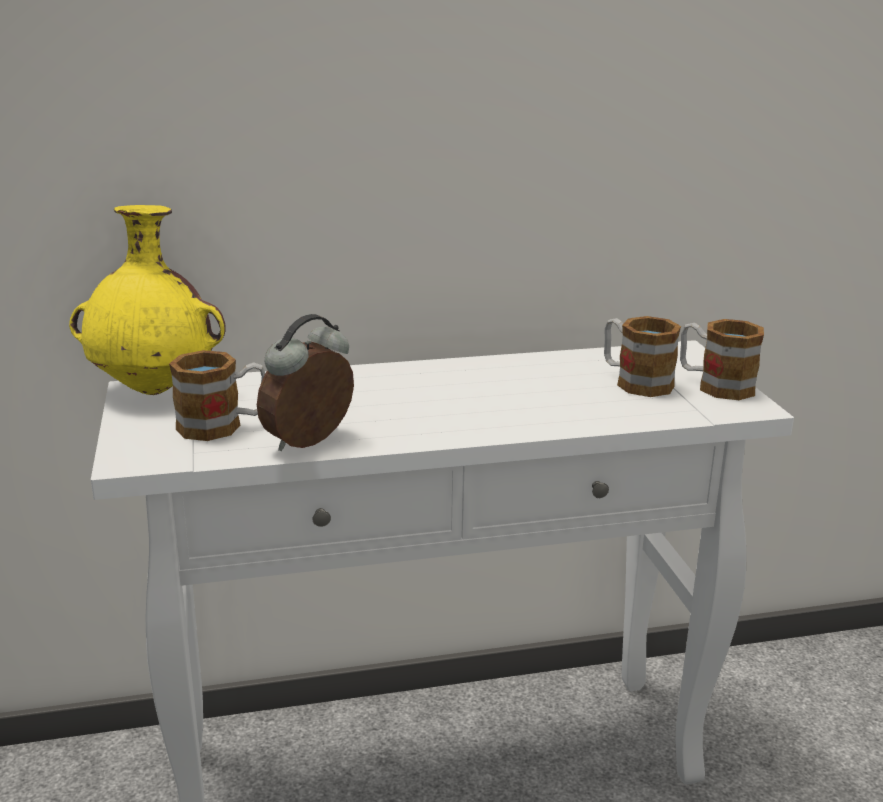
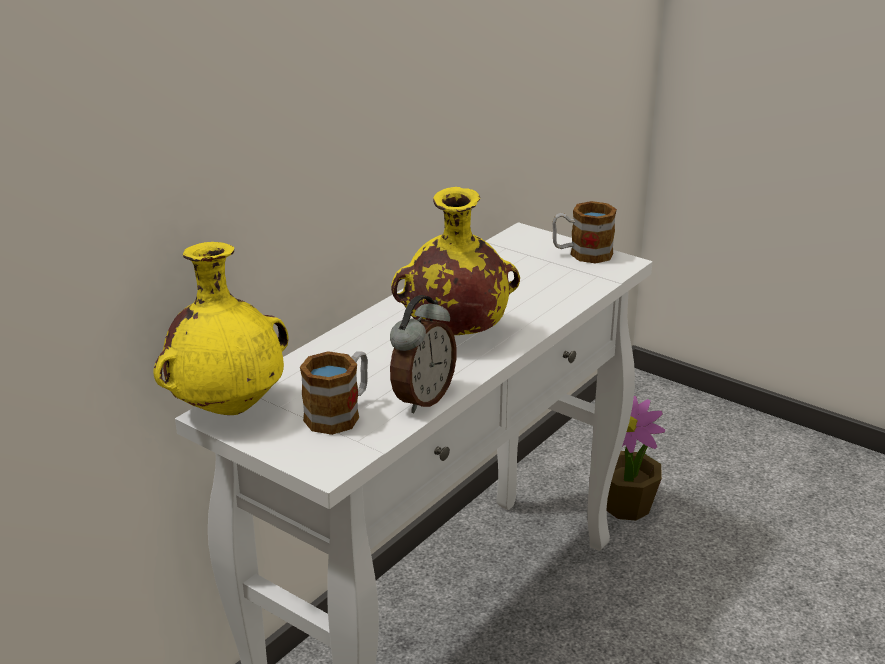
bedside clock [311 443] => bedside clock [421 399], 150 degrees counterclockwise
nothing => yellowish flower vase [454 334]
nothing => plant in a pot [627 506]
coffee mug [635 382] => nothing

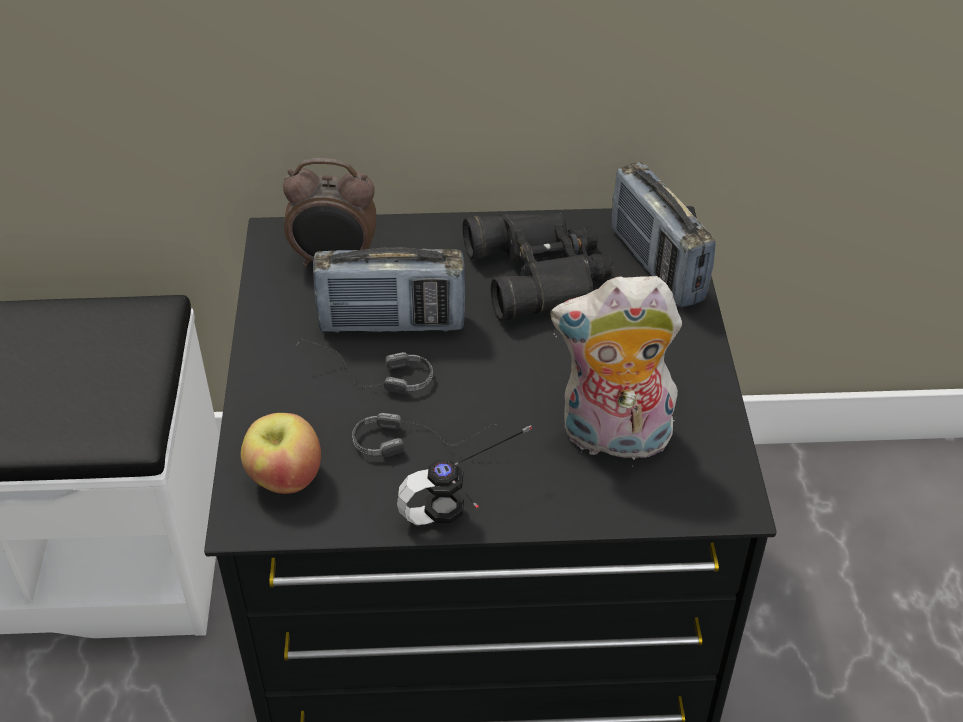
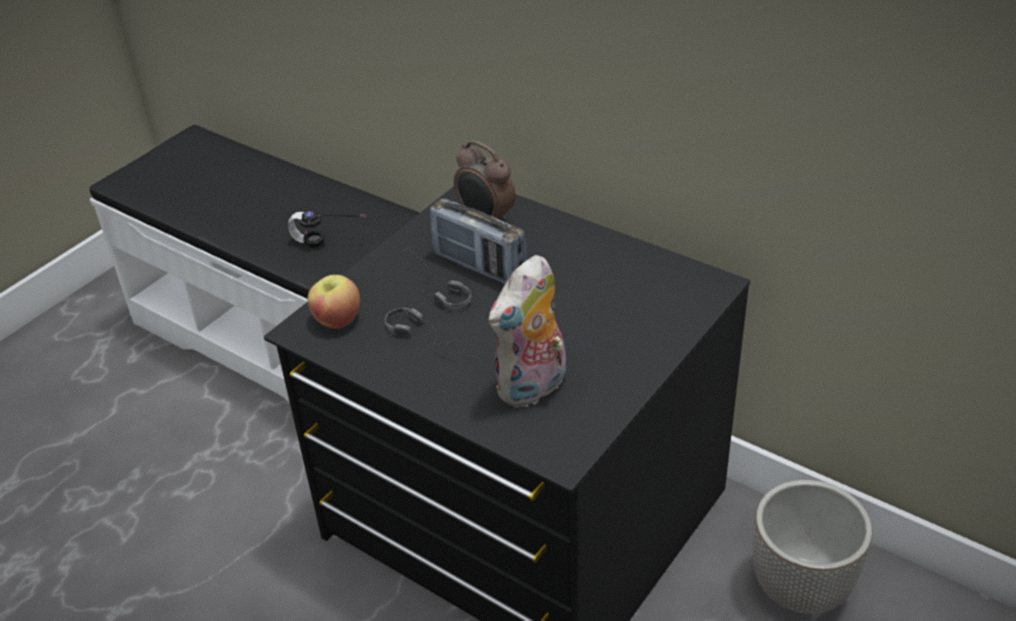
headphones [473 515] => headphones [325 250], relocated
soft toy [613 439] => soft toy [533 388], 90 degrees counterclockwise
nothing => planter [799 587]
black binoculars [541 272] => nothing
radio set [656 265] => nothing

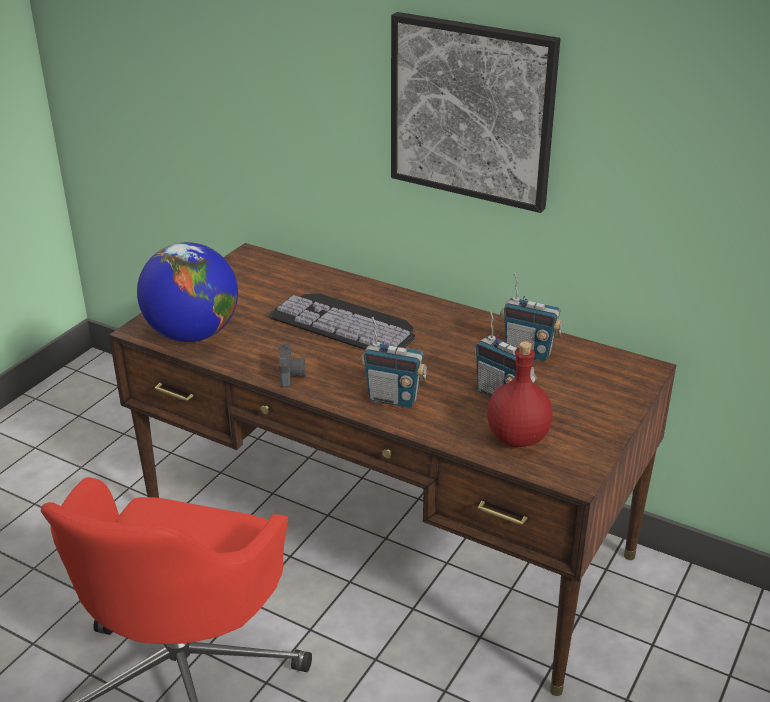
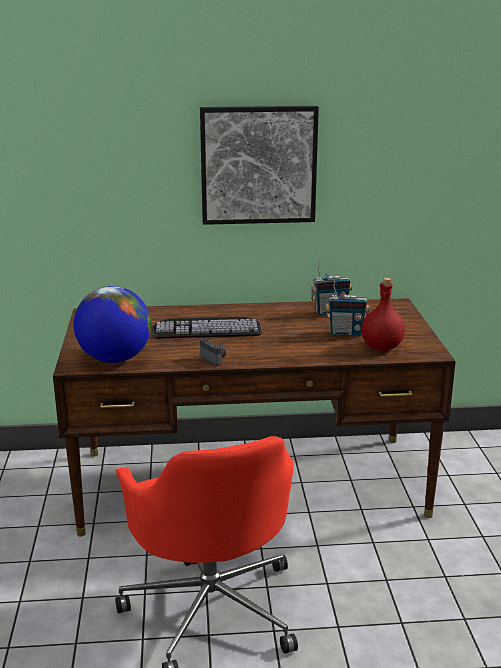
radio set [393 398] => nothing

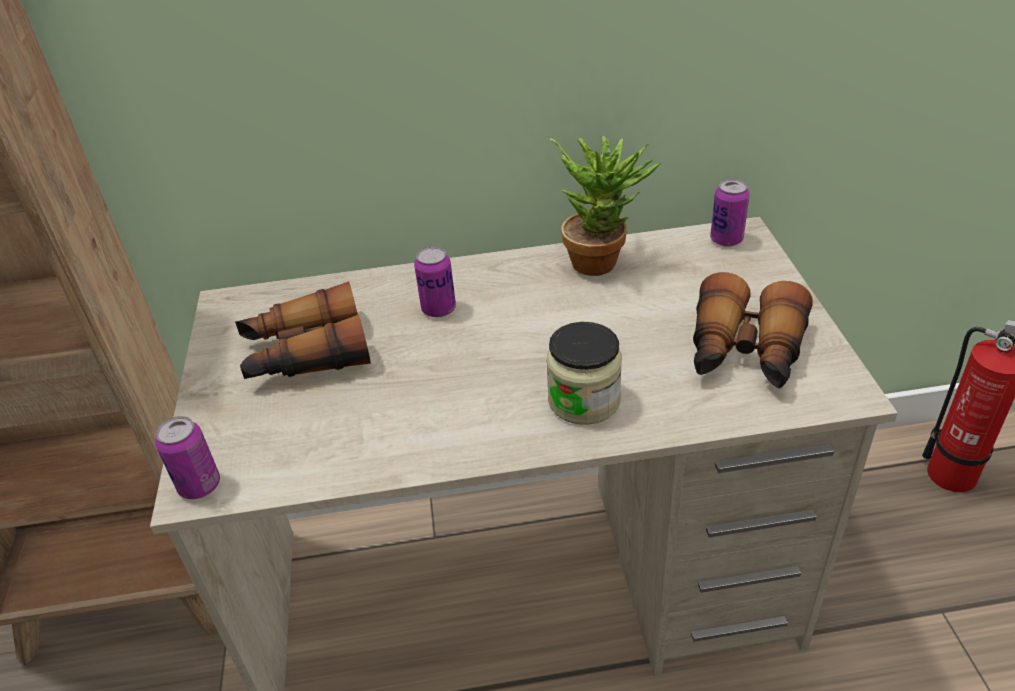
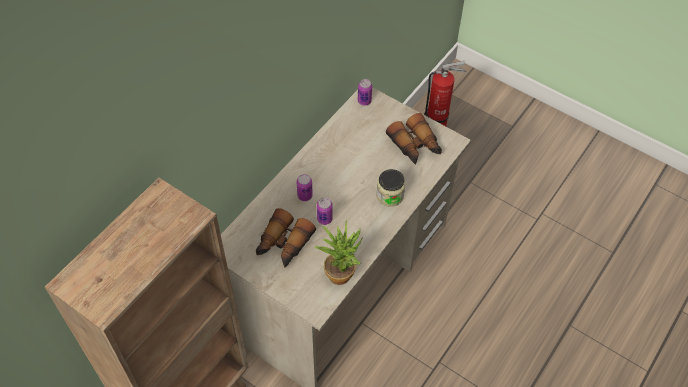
plant in a pot [602 260] => plant in a pot [340 271], relocated
metal can [199 485] => metal can [324 219], relocated

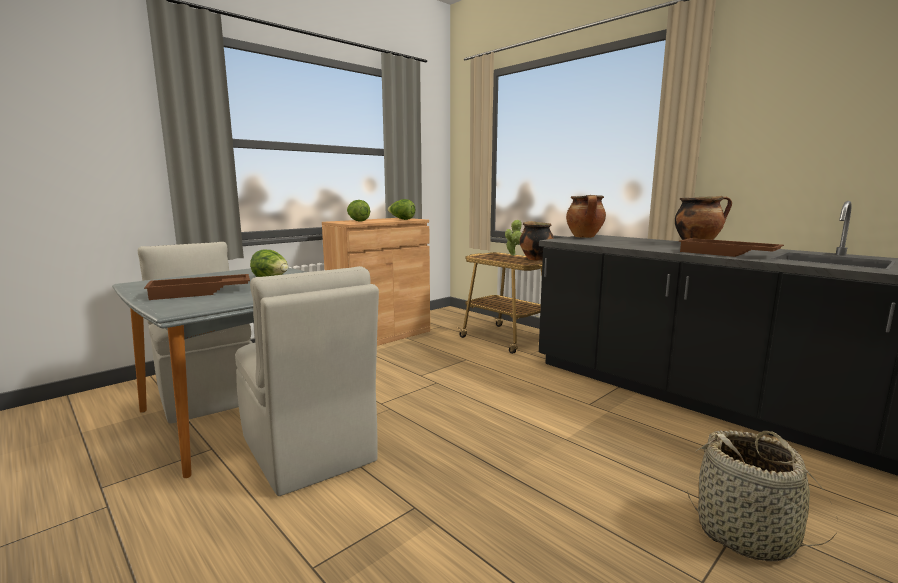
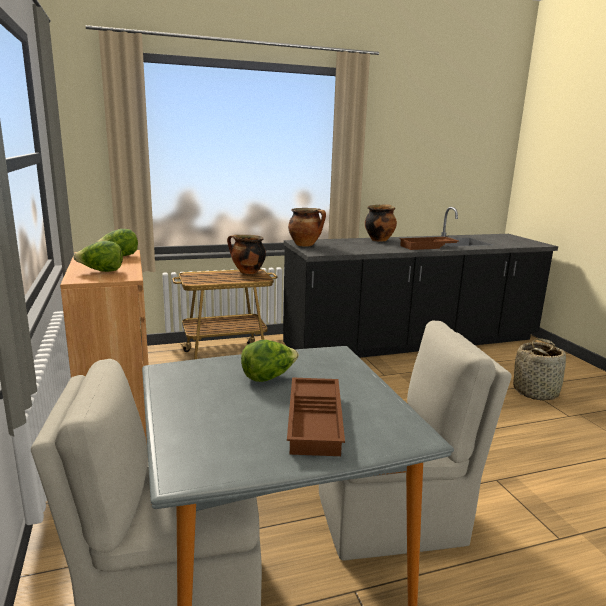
plant in a pot [513 254] => nothing

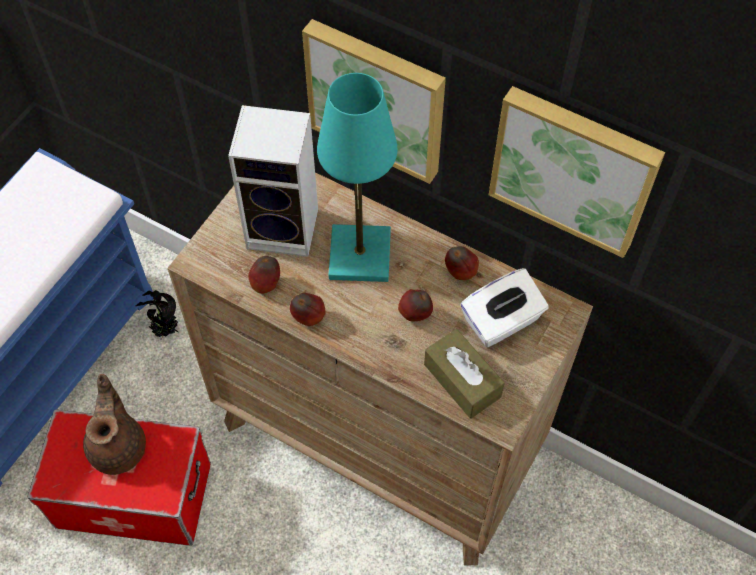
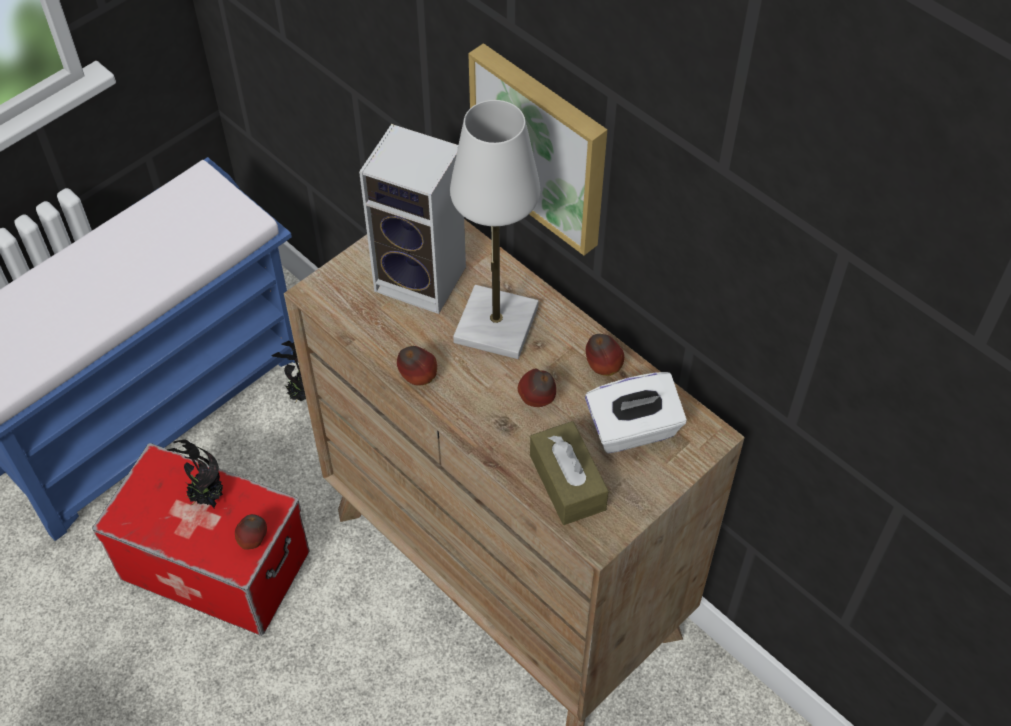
brown-coloured tea pot [119 445] => plant in a pot [205 497]
apple [266 284] => apple [254 540], relocated
turquoise lamp for a table [360 255] => white-coloured lamp for a table [496 325]
wall art [574 168] => nothing

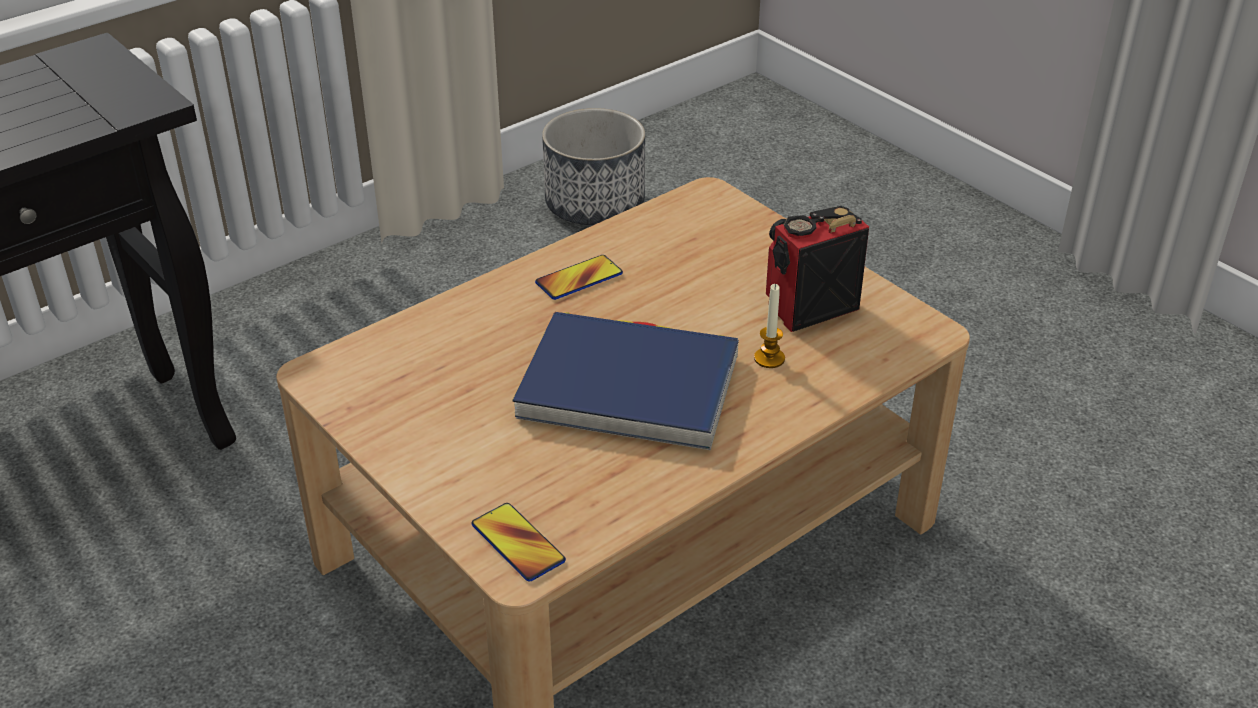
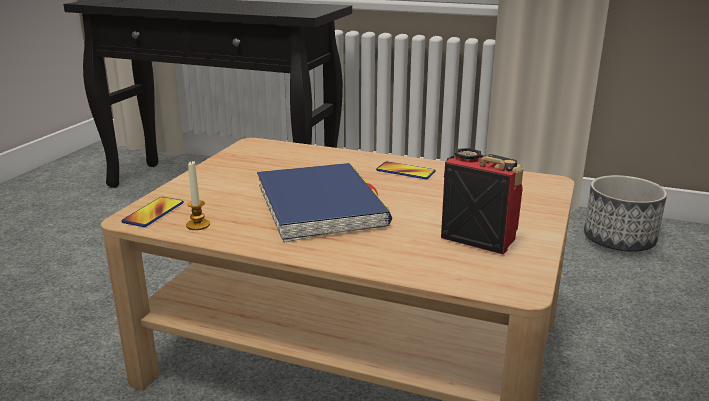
wax candle [769 358] => wax candle [198 225], relocated

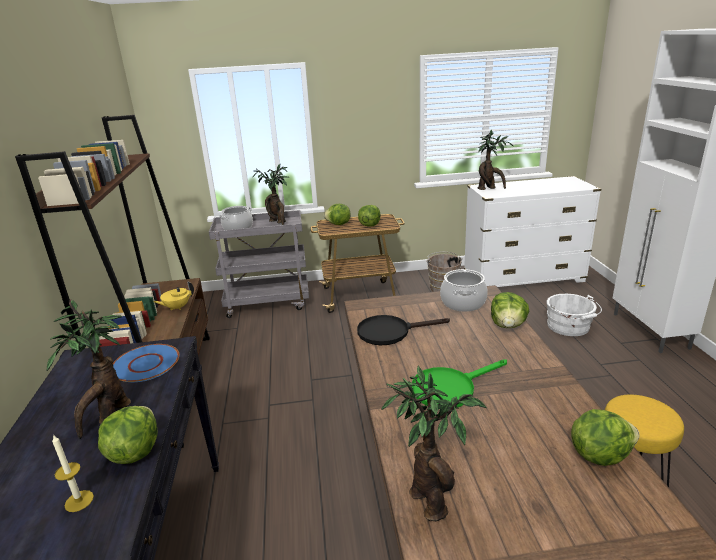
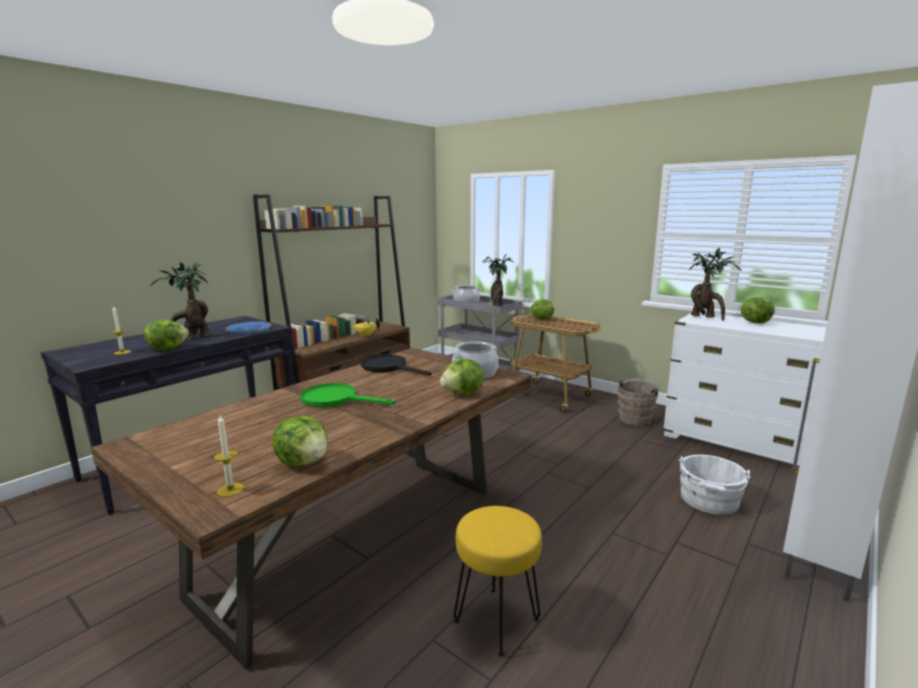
nothing => wax candle [230 490]
lettuce head [369 225] => lettuce head [755 322], relocated
plant in a pot [428 497] => nothing

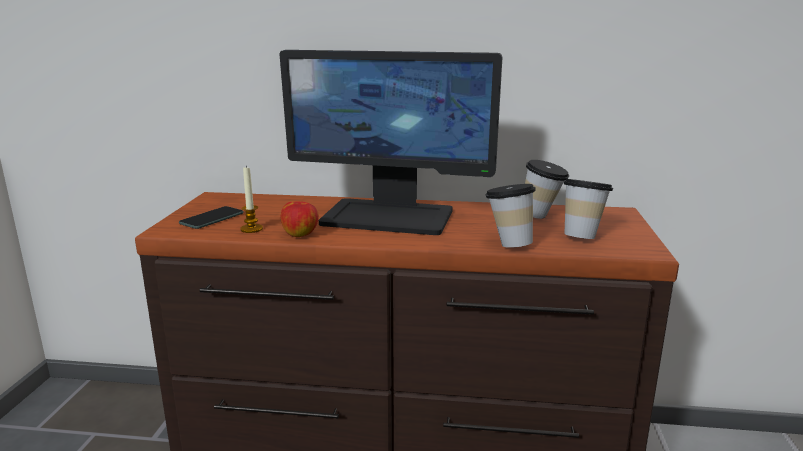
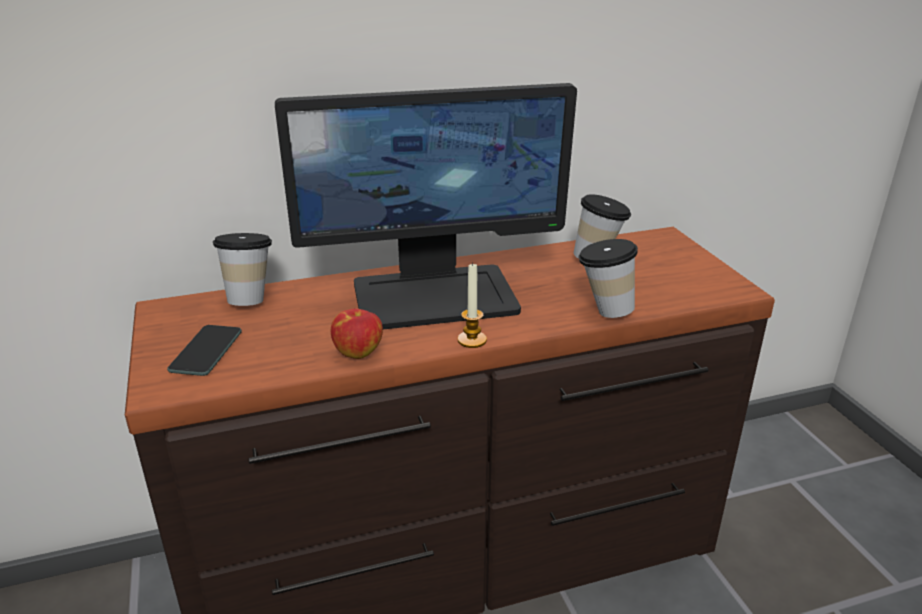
small cup [582 236] => small cup [250 298], relocated
wax candle [251 229] => wax candle [472 340], relocated

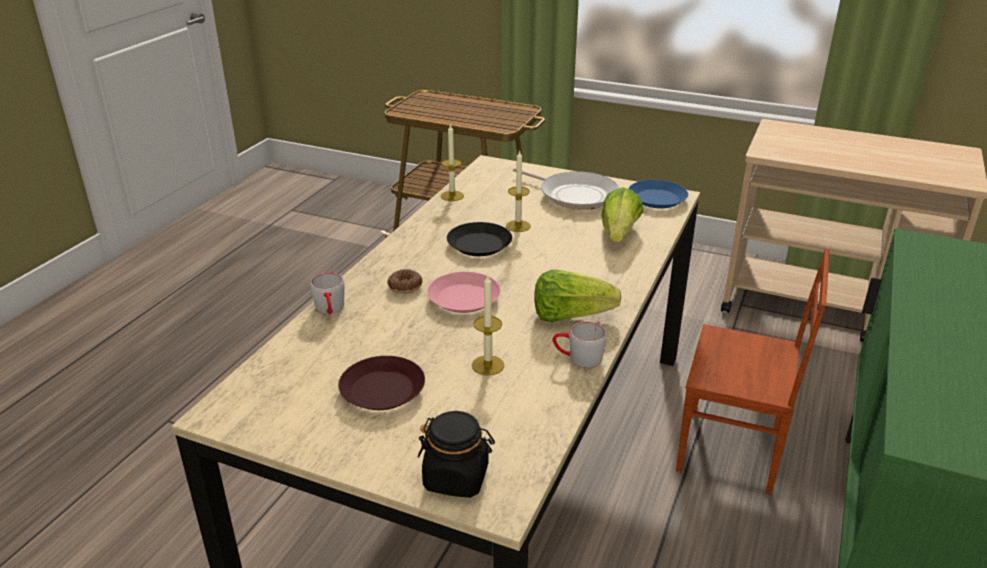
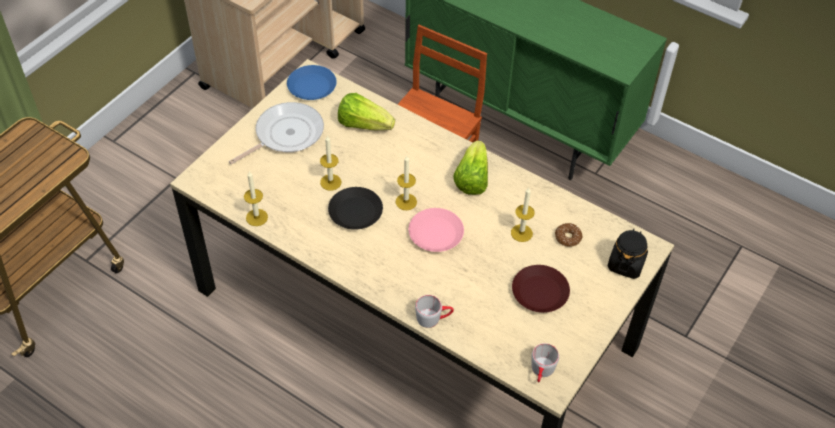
nothing => wax candle [406 202]
gray coffee mug [578 358] => gray coffee mug [541 372], relocated
donut [405 286] => donut [567 237], relocated

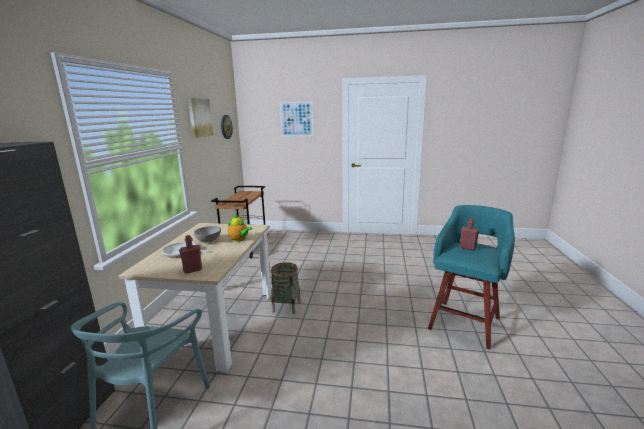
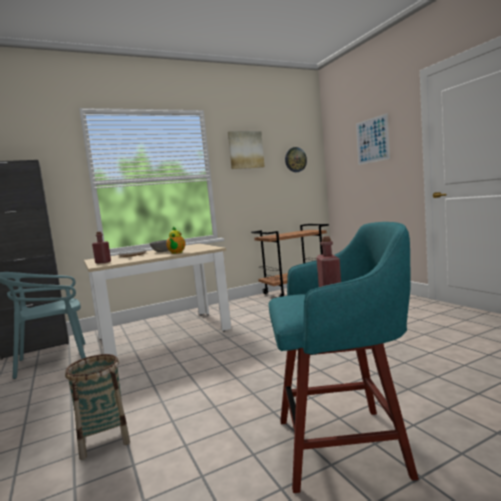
basket [286 306] => basket [104 439], relocated

